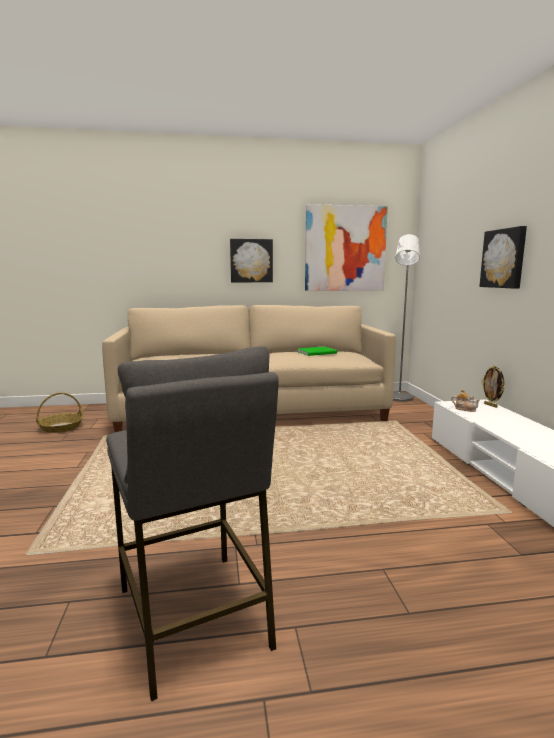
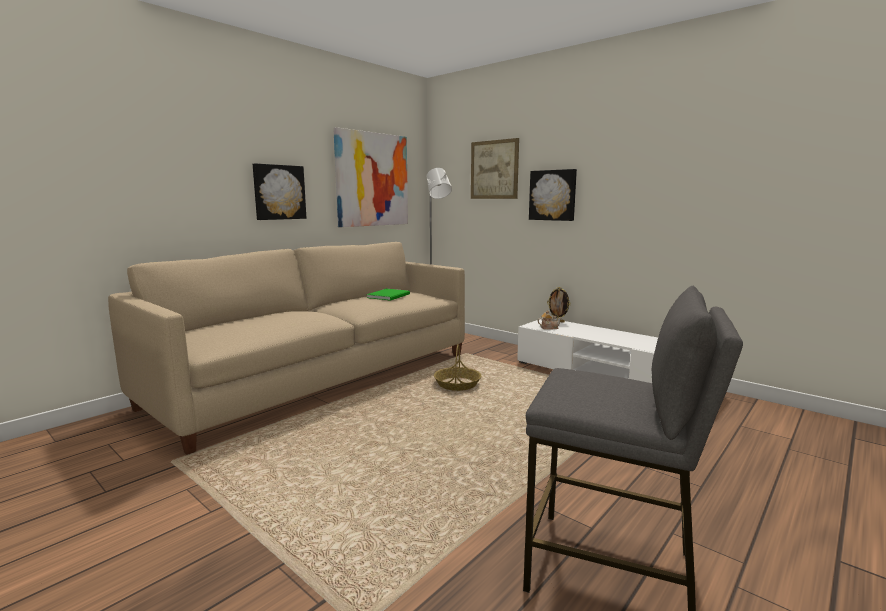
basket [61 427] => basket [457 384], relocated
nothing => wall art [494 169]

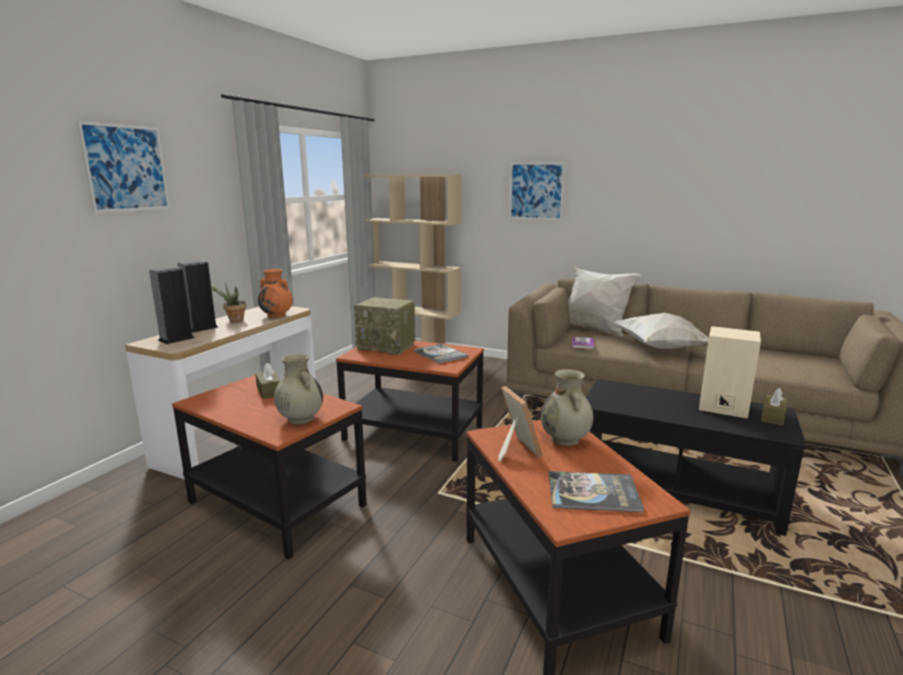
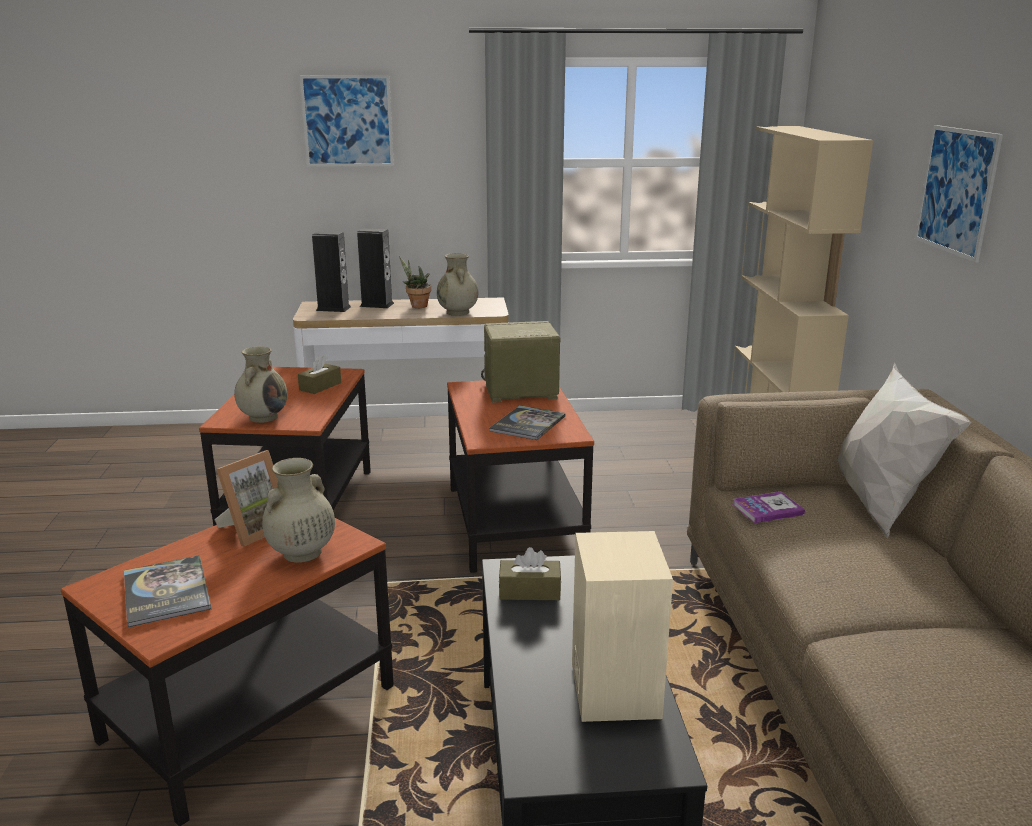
orangey flower vase [277 315] => sand-coloured flower vase [458 313]
radio set [387 346] => radio set [519 392], 90 degrees clockwise
brown-coloured tissue holder [772 416] => brown-coloured tissue holder [529 591], relocated
white-coloured cushion [661 349] => nothing

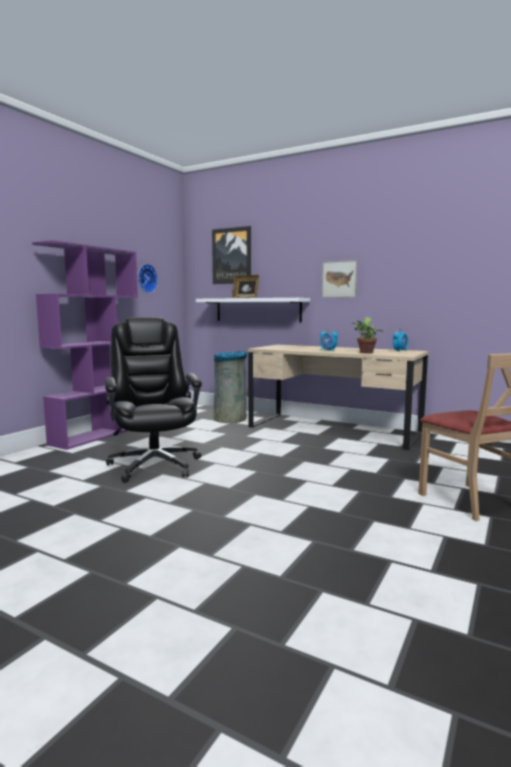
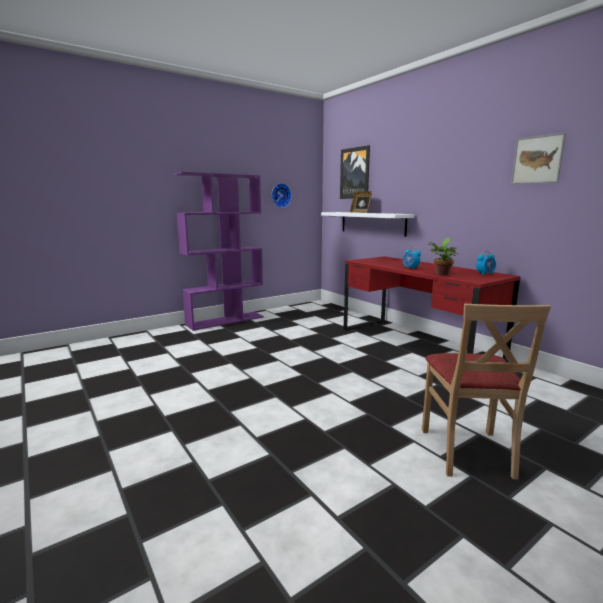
sand-coloured desk table [333 430] => red desk table [416 343]
wall art [339 279] => wall art [537 160], relocated
black computer chair [154 465] => nothing
gray waste bin [230 418] => nothing

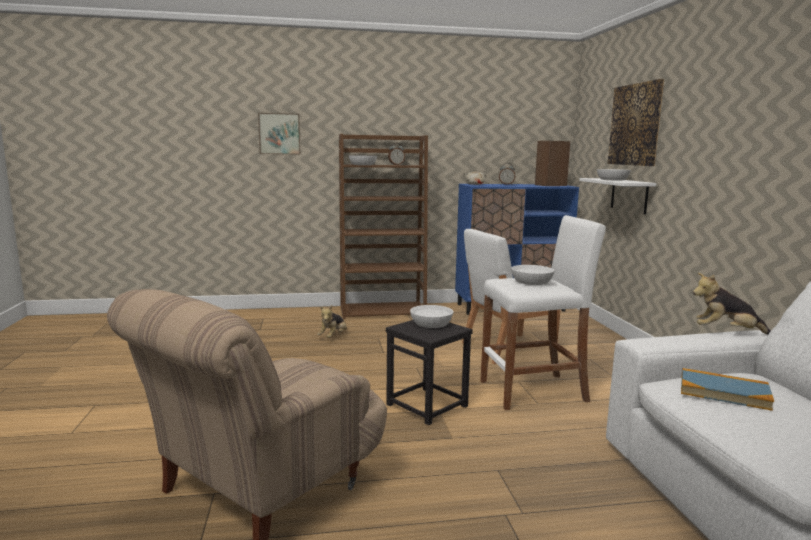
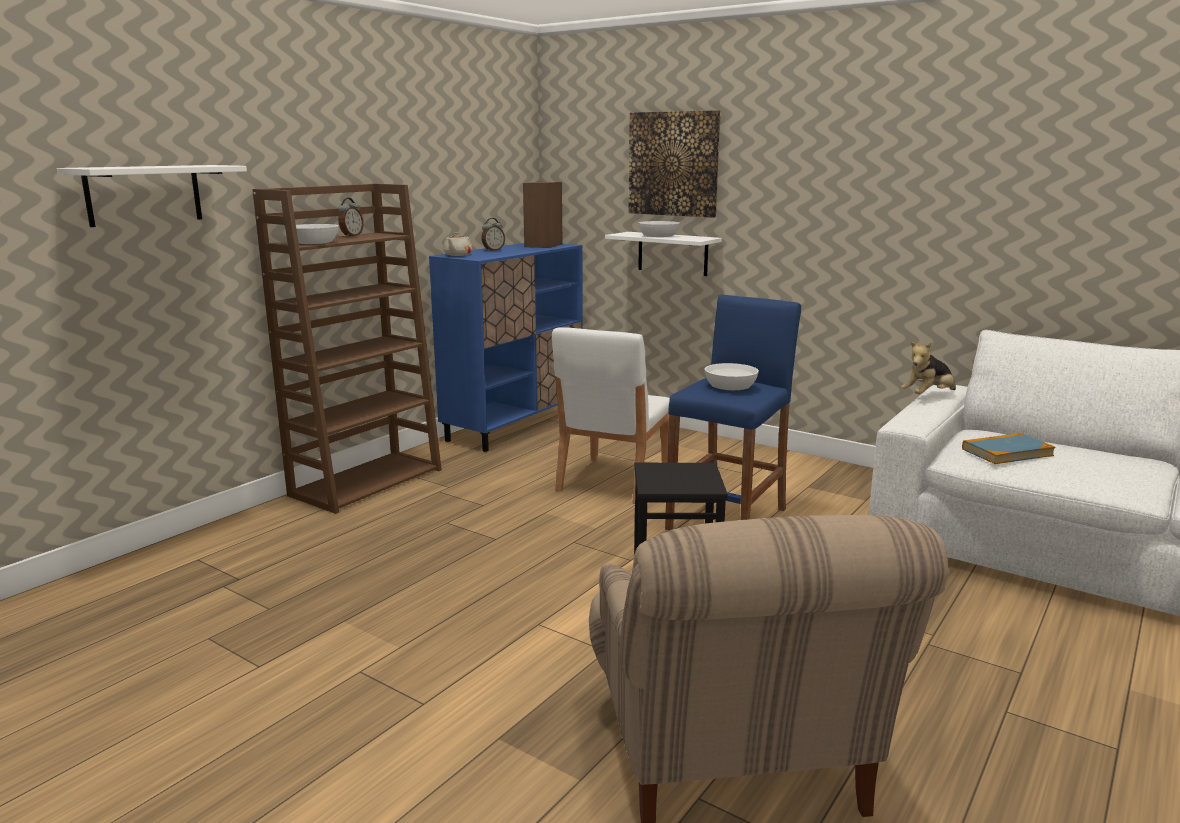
wall art [279 134] => white-coloured wall shelf [144 194]
white-coloured stool [533 391] => blue-coloured stool [728 519]
soft toy [333 336] => nothing
white-coloured bowl [431 324] => nothing

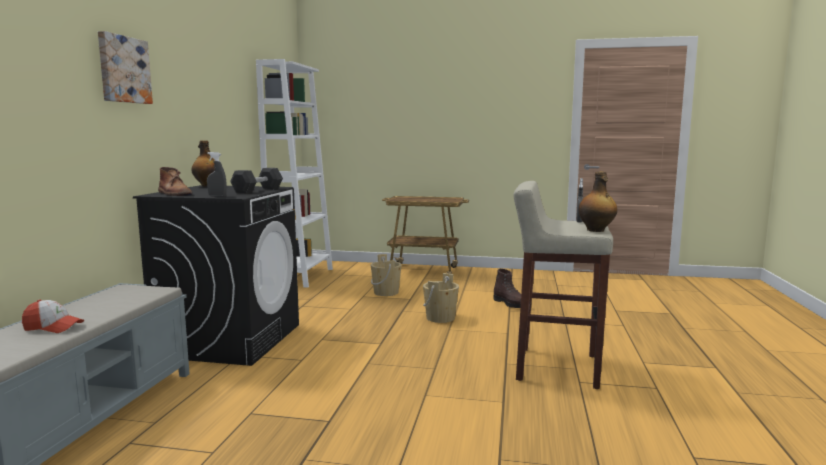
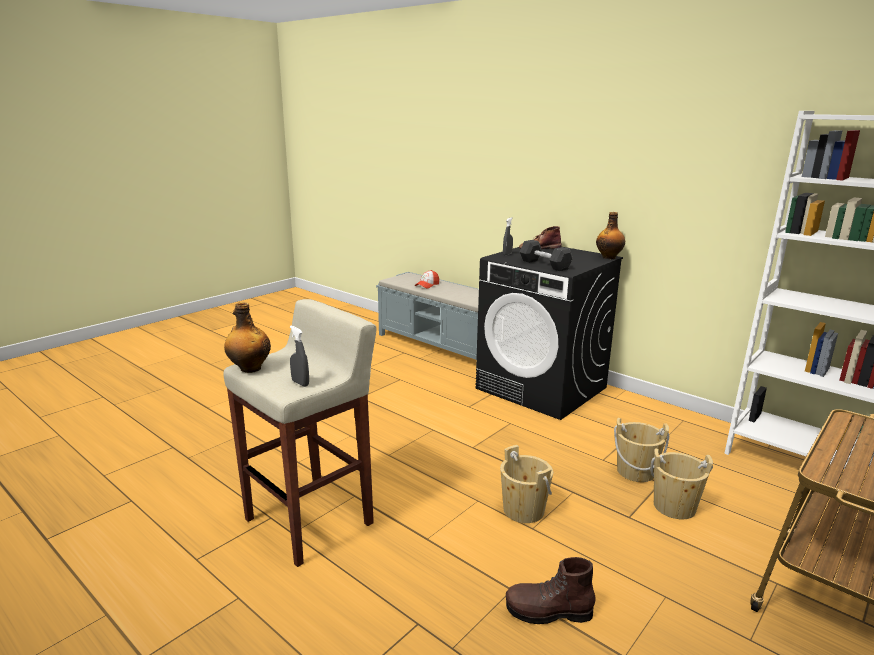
nothing => sand-coloured pail [635 471]
wall art [123 69] => nothing

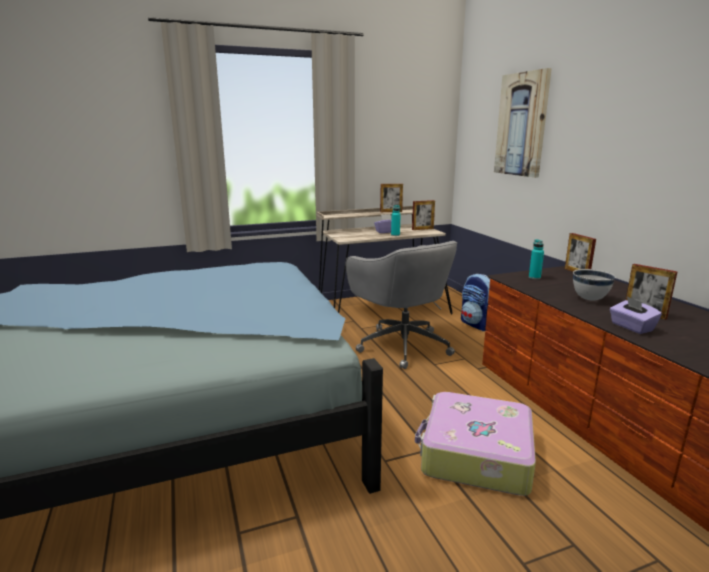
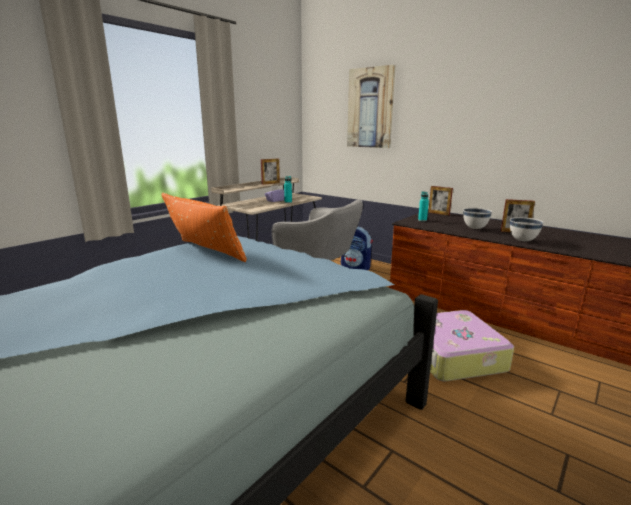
nothing => orangey cushion [205 252]
purple tissue holder [631 327] => white-coloured bowl [523 240]
photo frame [422 229] => nothing

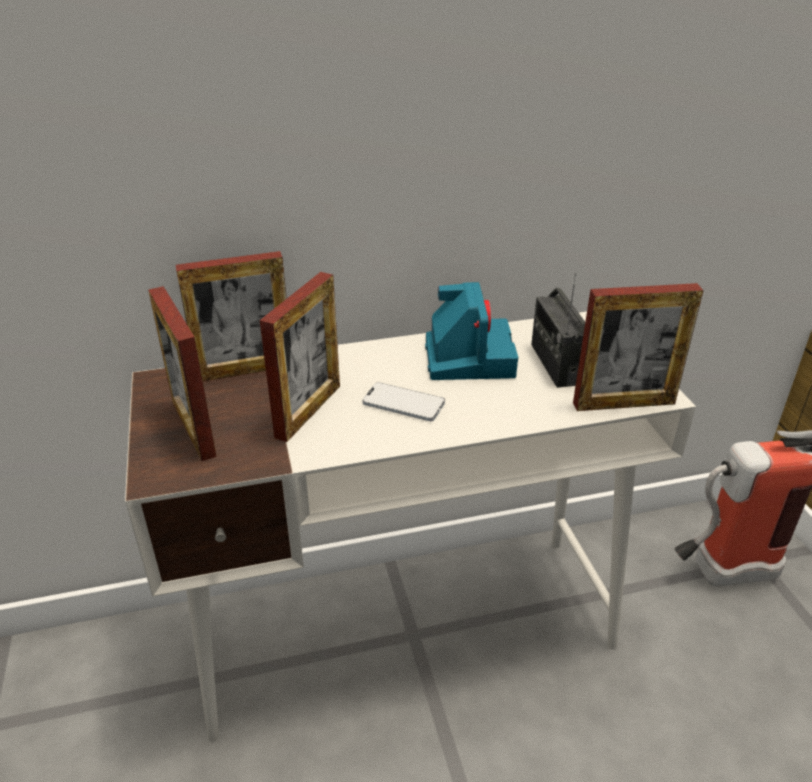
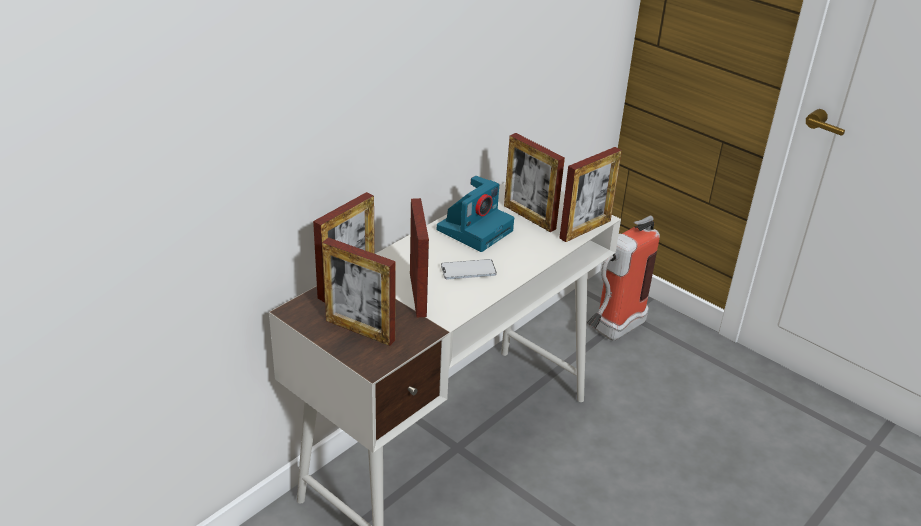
photo camera [468 357] => photo camera [475 229], 75 degrees clockwise
radio set [557 364] => photo frame [529 217]

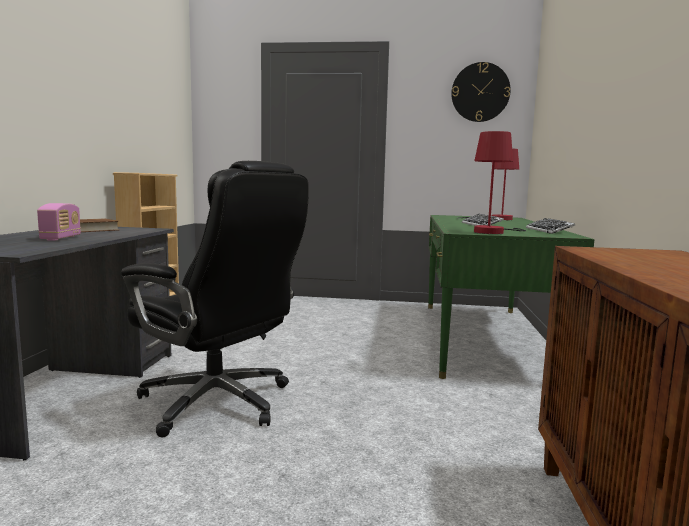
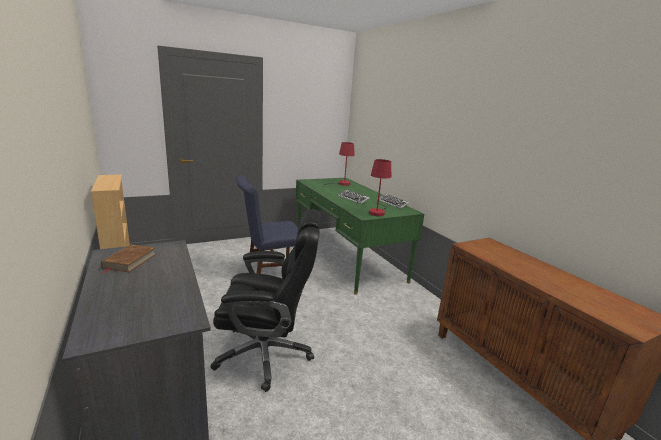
nothing => blue-coloured chair [269 272]
radio set [61 238] => nothing
clock on the wall [480 92] => nothing

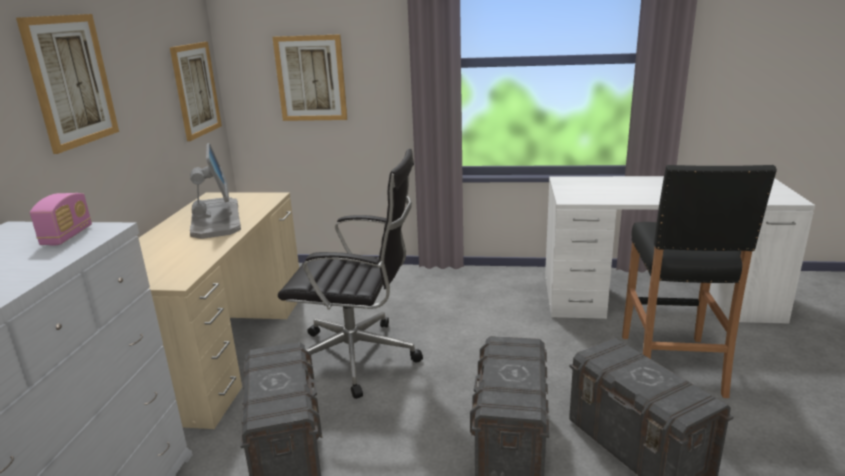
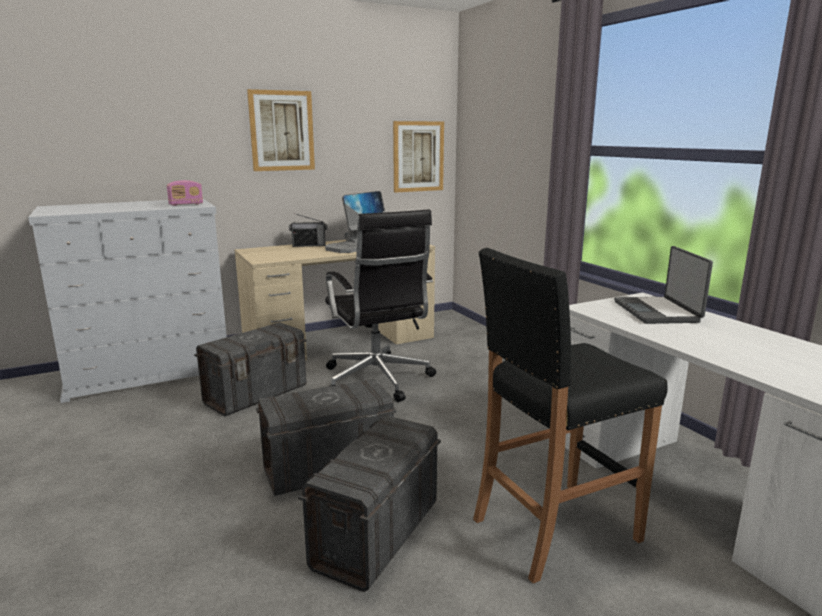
nothing => radio set [309 245]
nothing => portable computer [658 312]
wall art [311 78] => nothing

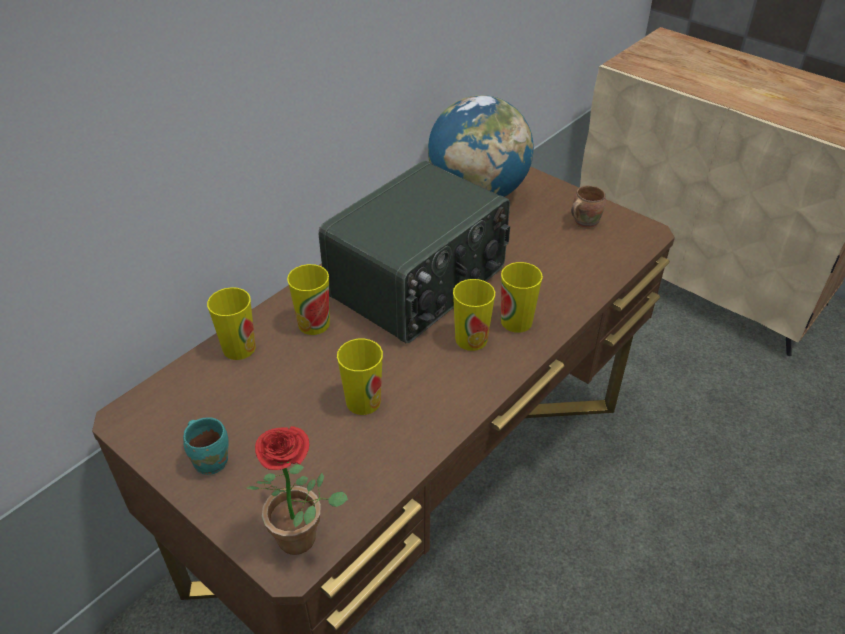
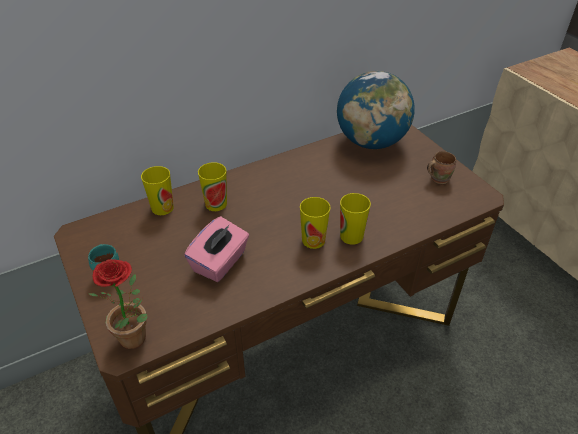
small cup [363 401] => pink-coloured tissue holder [220 262]
radio set [419 283] => nothing

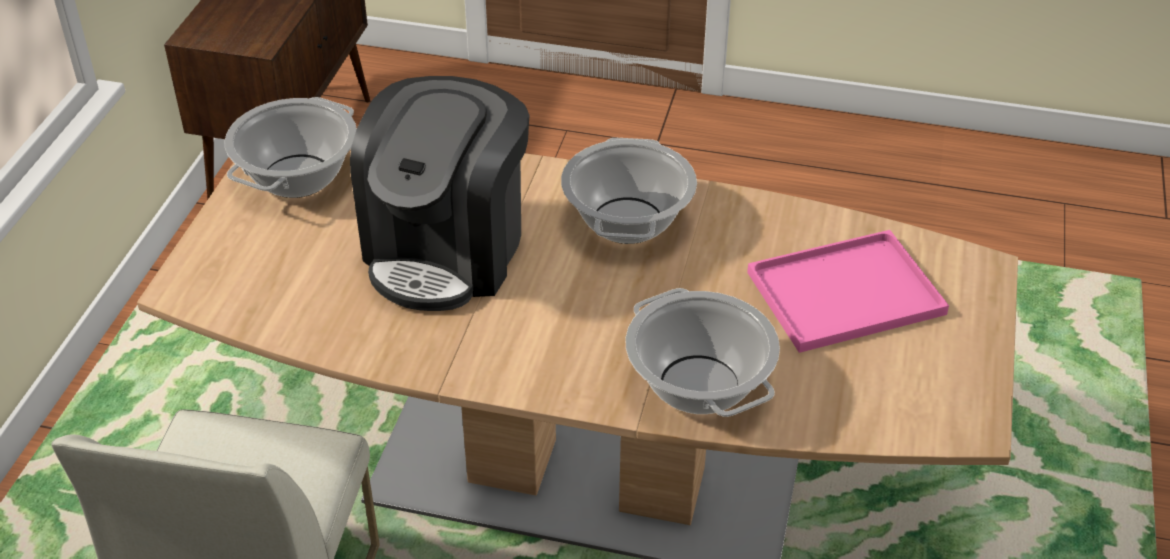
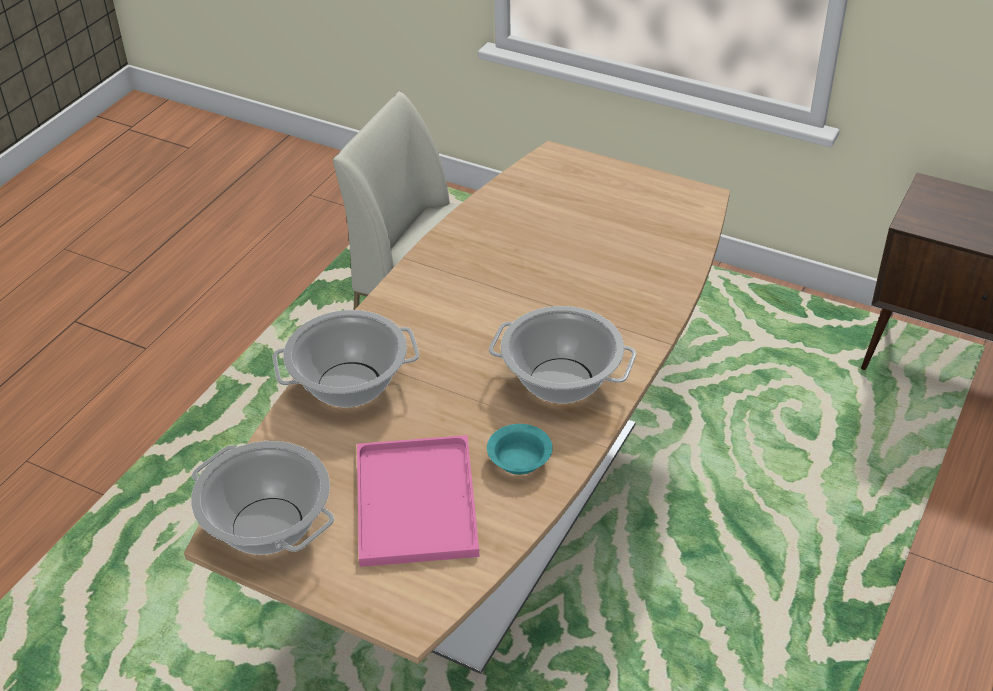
cooking pot [297 176] => cooking pot [269 526], relocated
nothing => turquoise bowl [521 460]
coffee machine [447 250] => nothing

